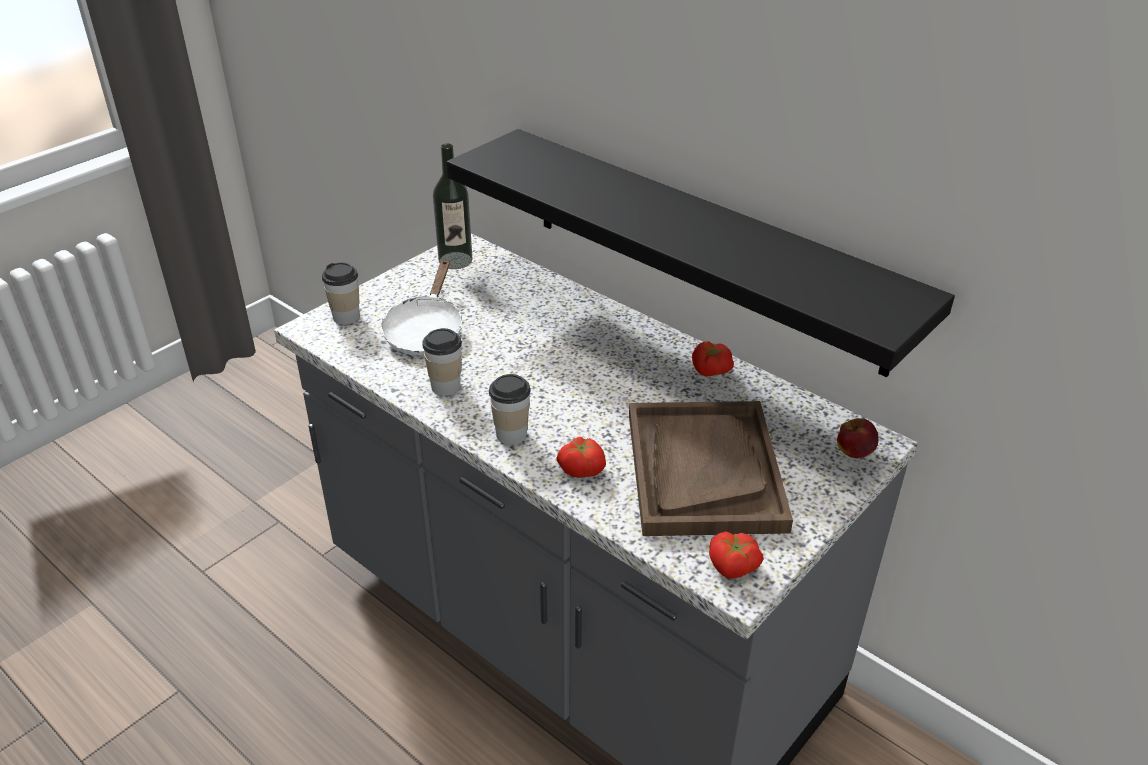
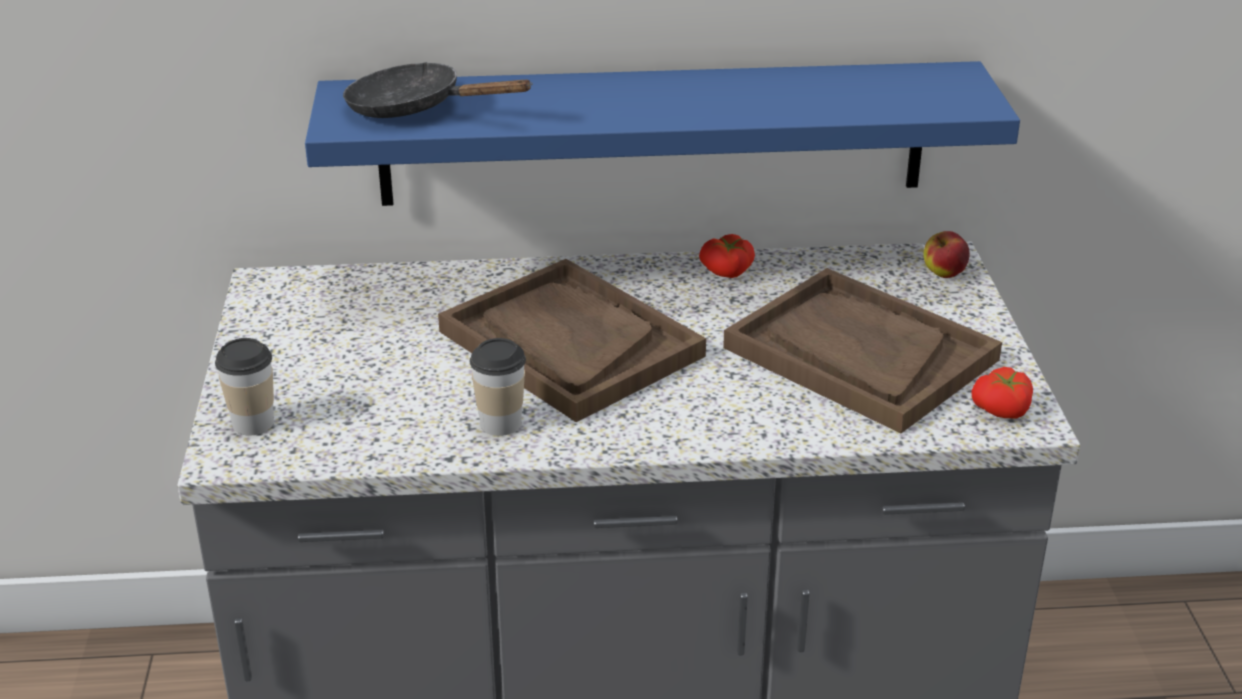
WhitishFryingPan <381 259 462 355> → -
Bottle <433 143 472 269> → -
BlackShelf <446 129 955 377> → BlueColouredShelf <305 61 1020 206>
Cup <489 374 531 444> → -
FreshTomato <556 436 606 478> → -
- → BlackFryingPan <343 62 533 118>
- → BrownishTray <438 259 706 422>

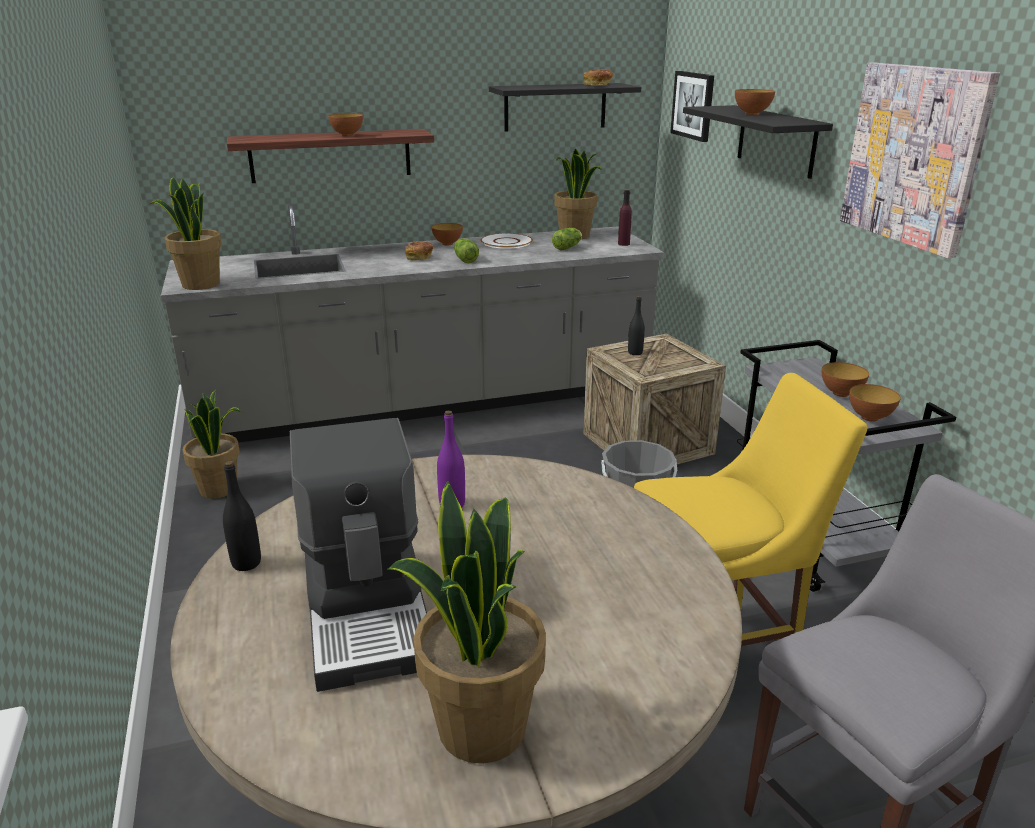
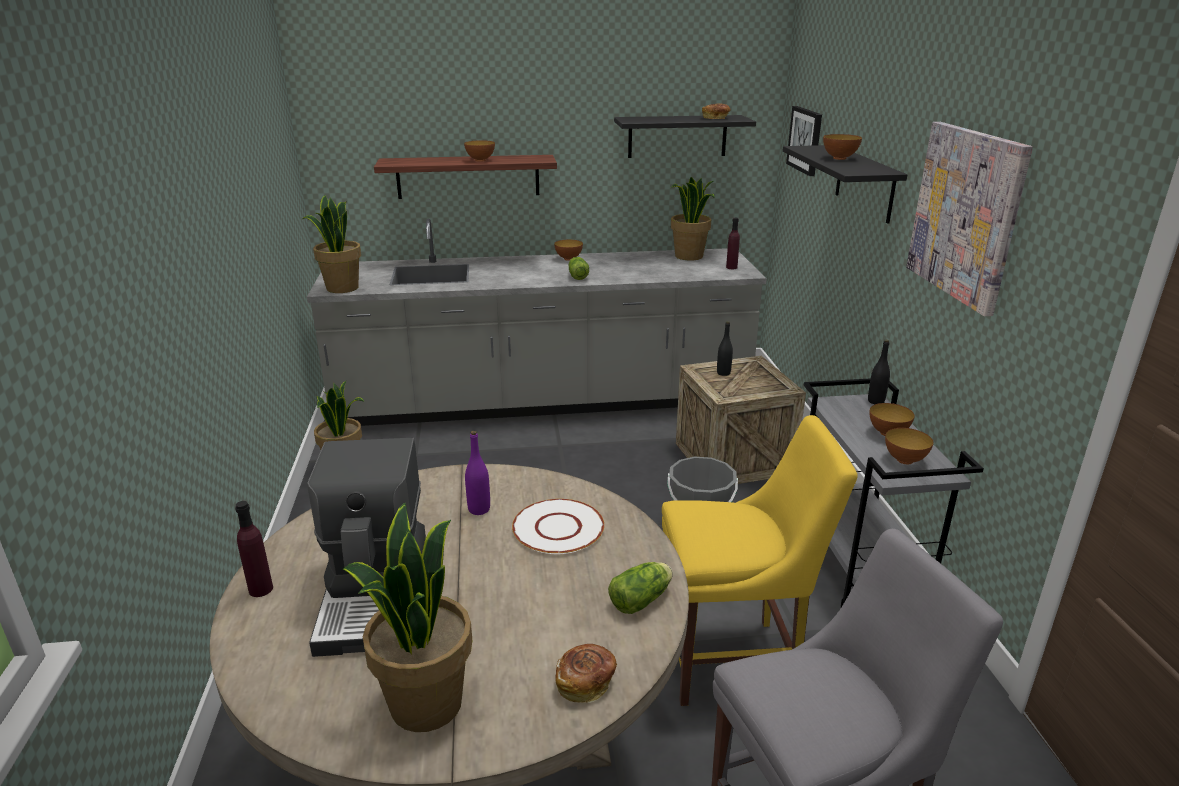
BlackBottle <223 461 261 571> → BlackBottle <868 340 890 404>, relocated
Bread <405 241 434 260> → Bread <555 644 617 703>, relocated
WhitishDinnerPlate <480 233 533 249> → WhitishDinnerPlate <512 499 604 554>, relocated
LettuceHead <552 228 582 250> → LettuceHead <608 562 673 614>, relocated
- → PurpleColouredBottle <235 501 273 597>

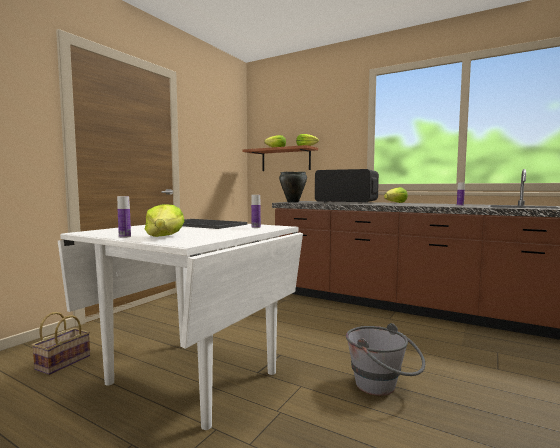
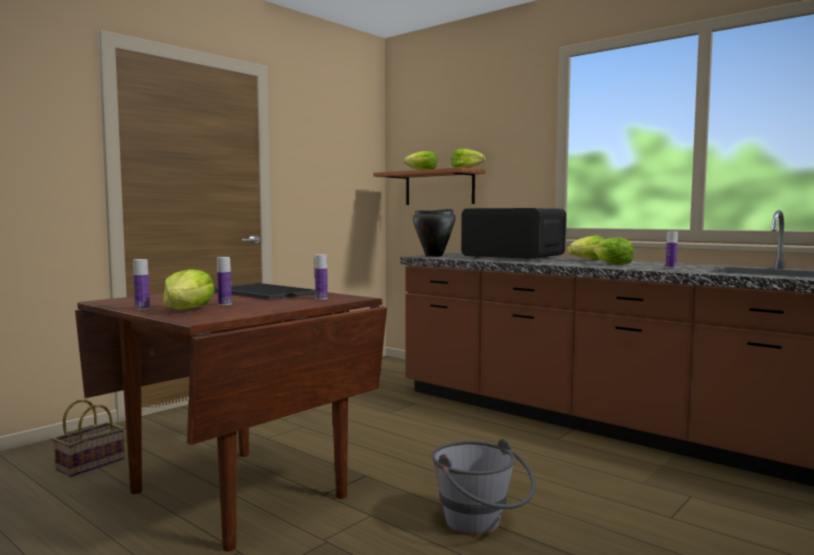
WhitishDiningTable <58 224 303 430> → BrownishDiningTable <75 292 387 552>
- → Bottle <217 257 232 306>
- → LettuceHead <593 238 634 265>

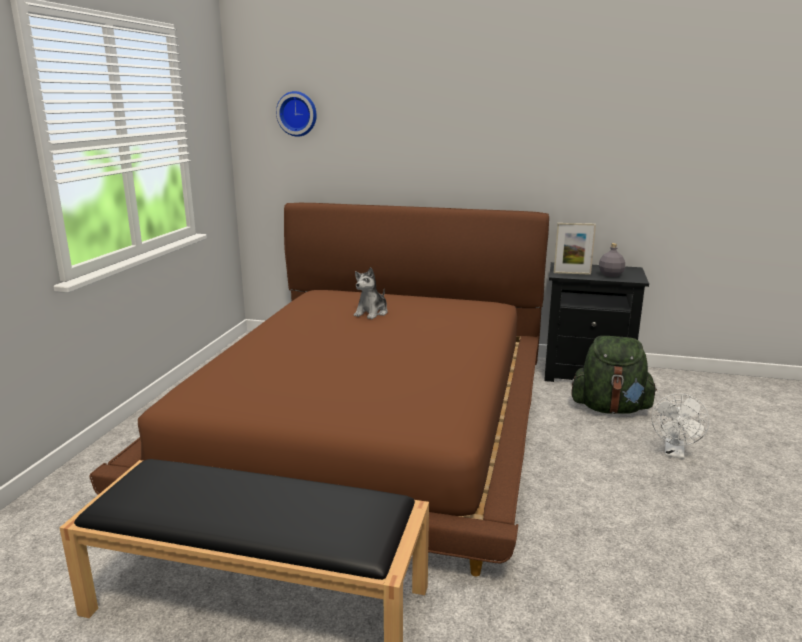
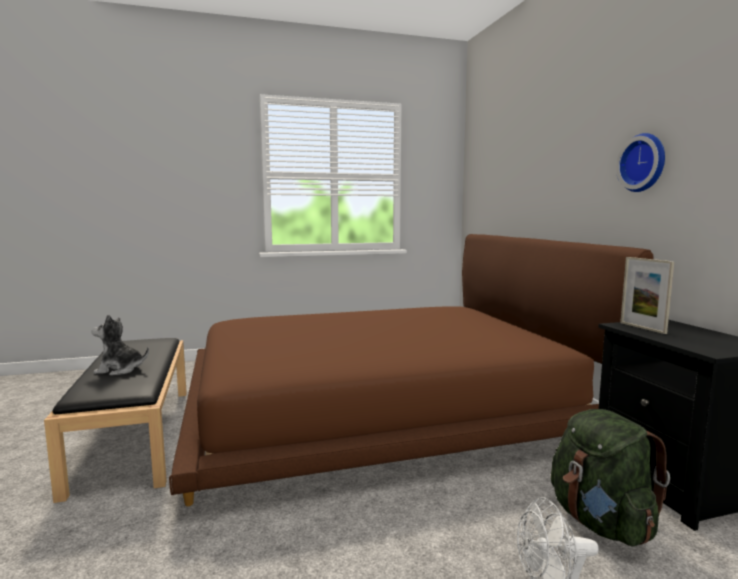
ClockOnTheWall <276 91 317 137> → ClockOnTheWall <616 133 665 192>, relocated
SoftToy <354 267 388 319> → SoftToy <91 314 149 376>, relocated
GreyBottle <599 243 625 277> → -

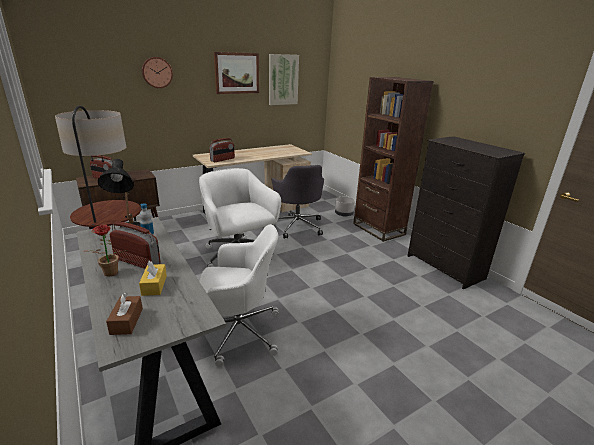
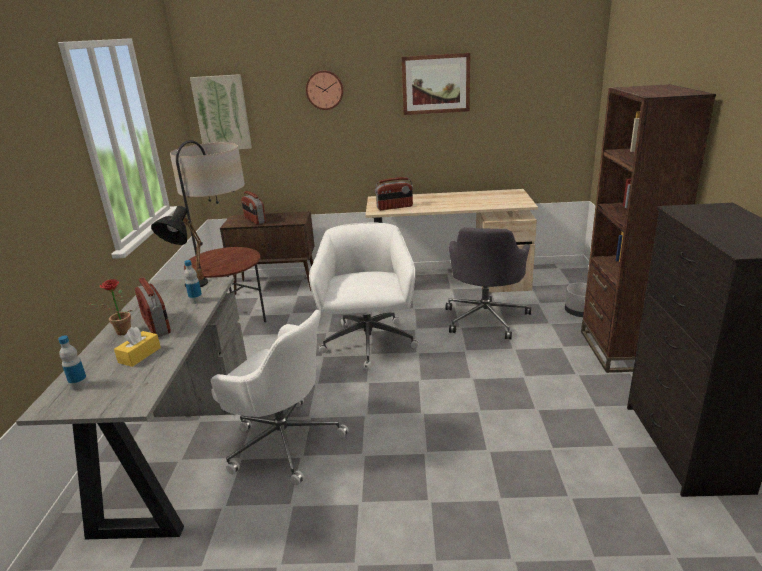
BrownishBoxOfTissues <106 292 143 335> → Bottle <58 335 88 390>
WallArt <269 54 299 105> → WallArt <190 74 252 149>, relocated

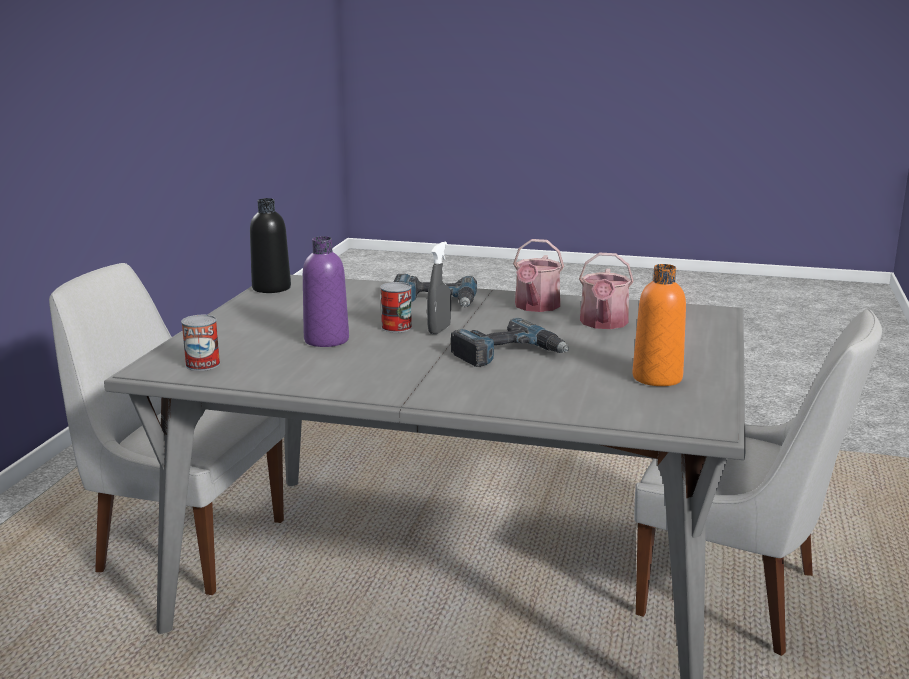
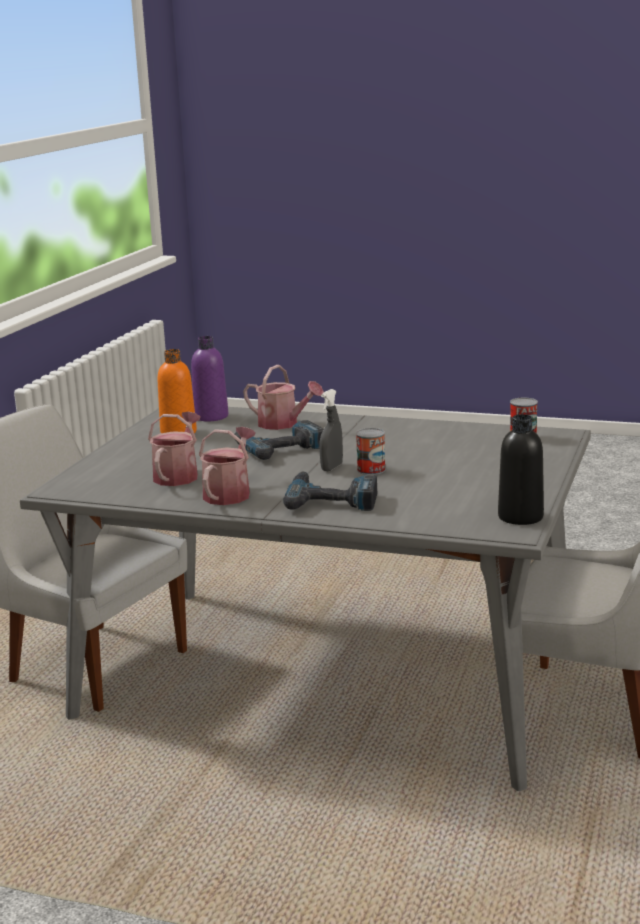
PurpleColouredBottle <303 236 349 347> → PurpleColouredBottle <191 336 228 422>, relocated
- → SprinklingCan <243 365 324 430>

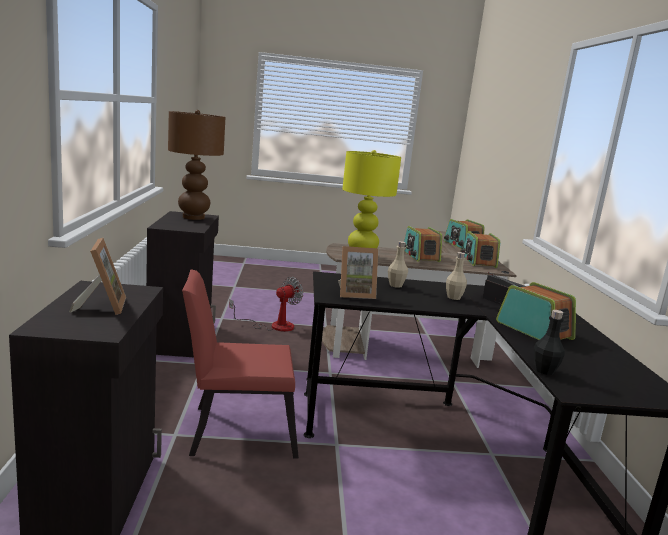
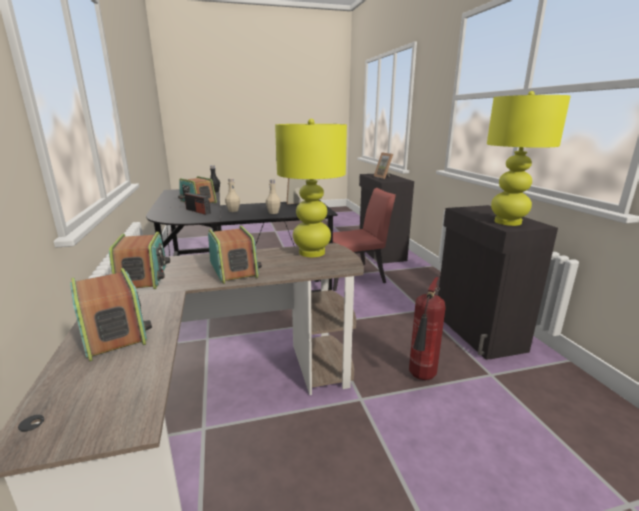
BrownishTableLamp <168 110 225 220> → YellowishTableLamp <487 91 571 226>
ElectricFan <229 277 304 332> → FireFightingCylinder <409 277 446 380>

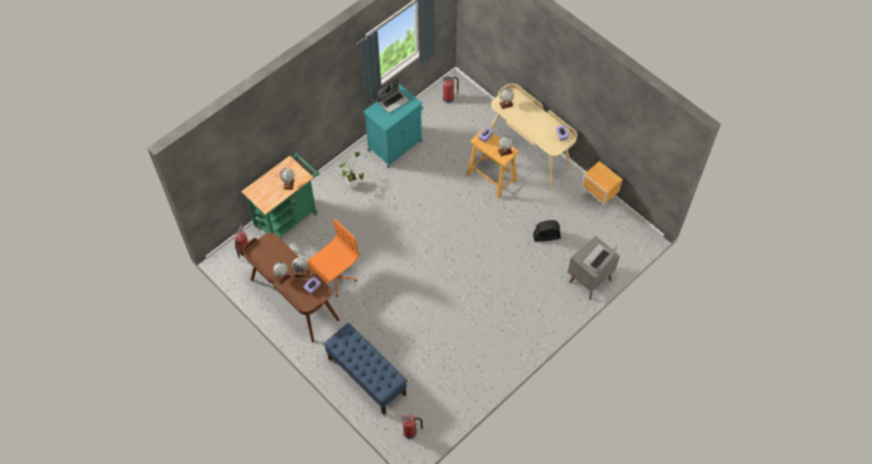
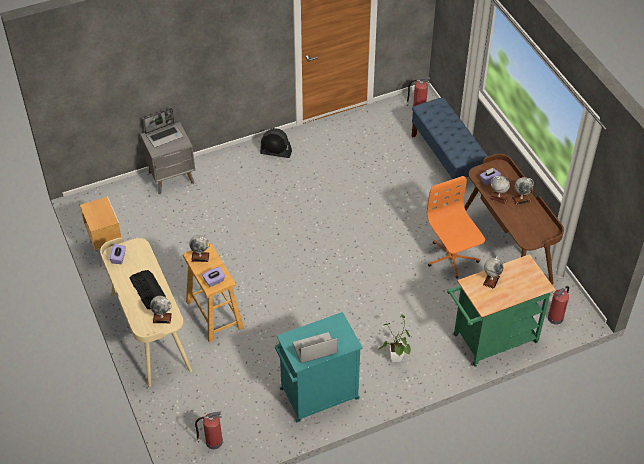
OrangeyOfficeChair <307 220 359 297> → OrangeyOfficeChair <427 176 485 279>, 90 degrees clockwise
BlackElectricFan <533 220 561 242> → BlackElectricFan <260 128 292 158>, relocated
- → Keyboard <130 270 166 309>

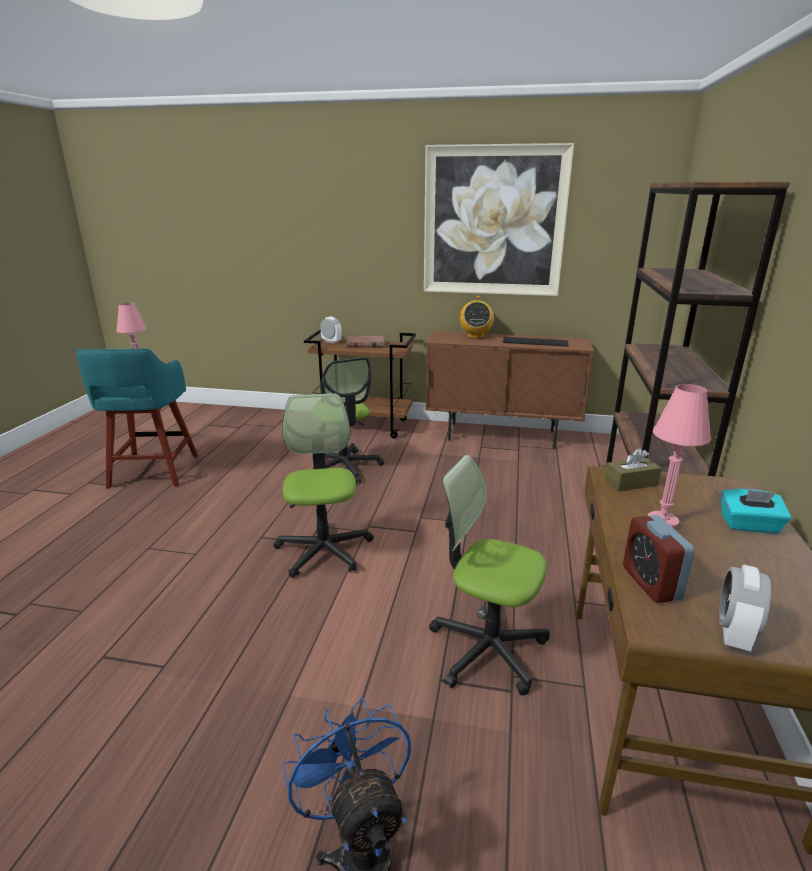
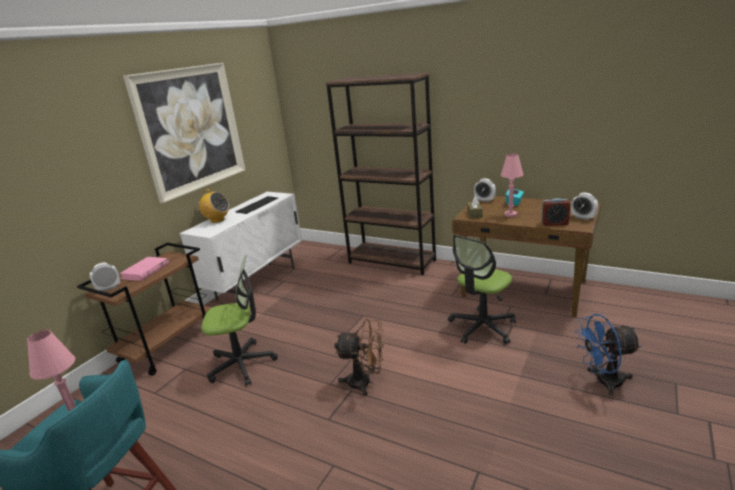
OfficeChair <273 393 374 578> → BrownishElectricFan <334 318 384 396>
BrownishVolume <346 335 386 348> → PinkVolume <120 257 169 281>
BrownishStorageCabinet <425 331 594 449> → WhitishStorageCabinet <180 192 302 301>
- → TableClock <474 178 496 202>

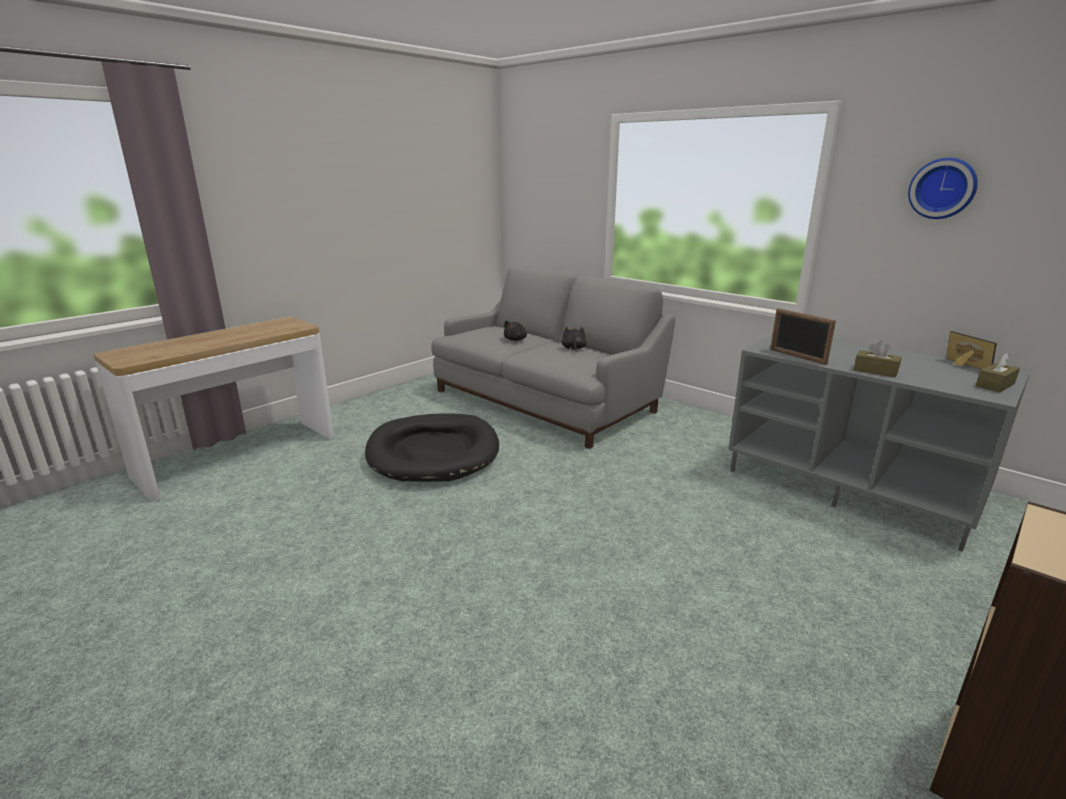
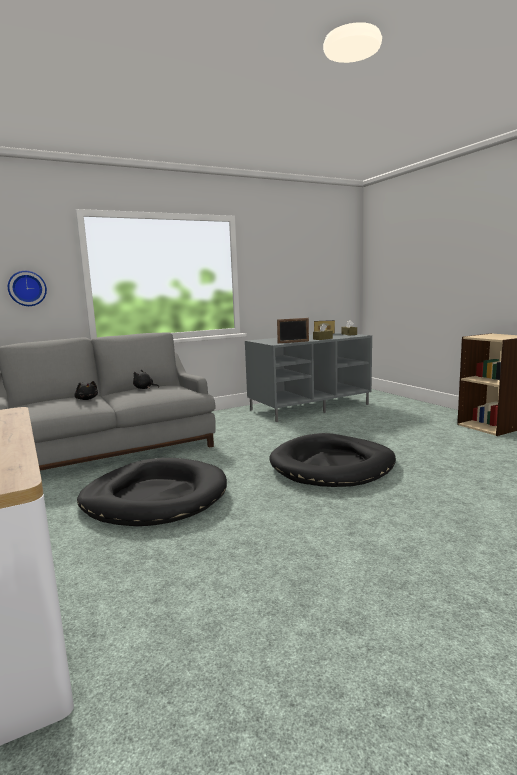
ClockOnTheWall <908 158 978 219> → ClockOnTheWall <8 271 47 306>, relocated
- → BlackDogBed <269 433 396 487>

